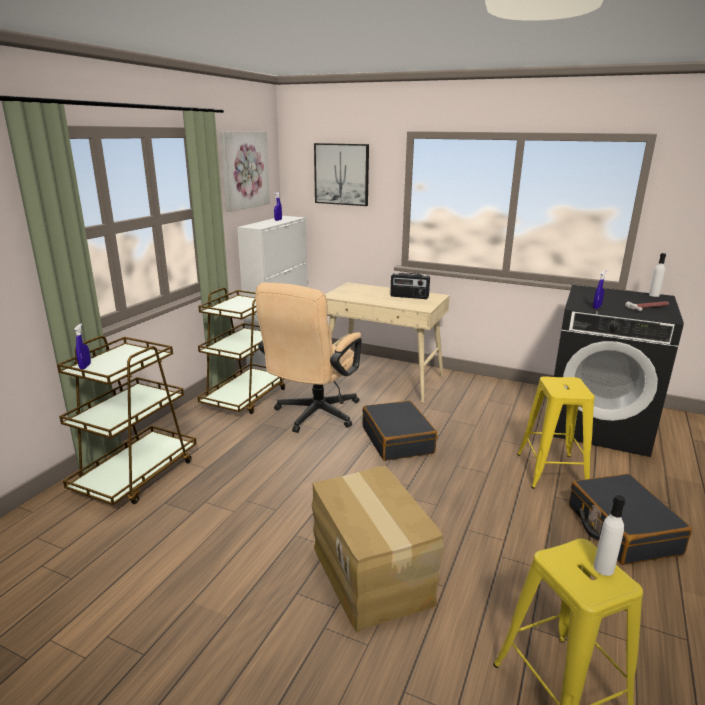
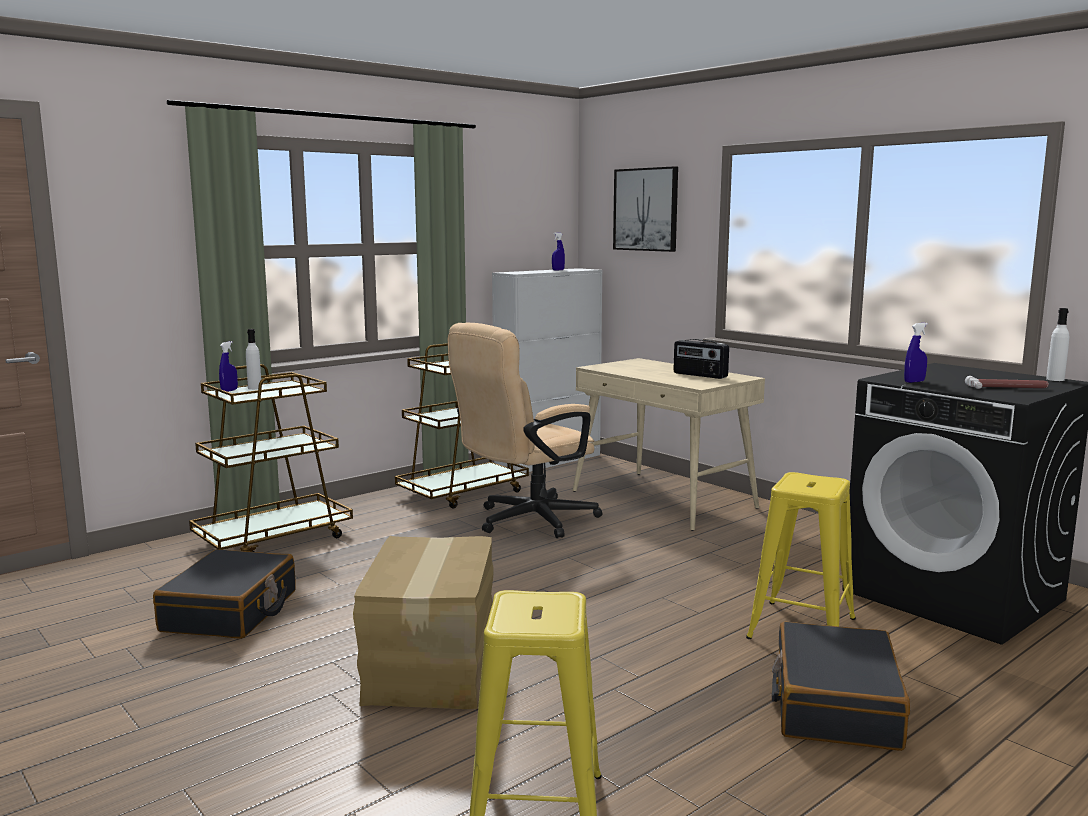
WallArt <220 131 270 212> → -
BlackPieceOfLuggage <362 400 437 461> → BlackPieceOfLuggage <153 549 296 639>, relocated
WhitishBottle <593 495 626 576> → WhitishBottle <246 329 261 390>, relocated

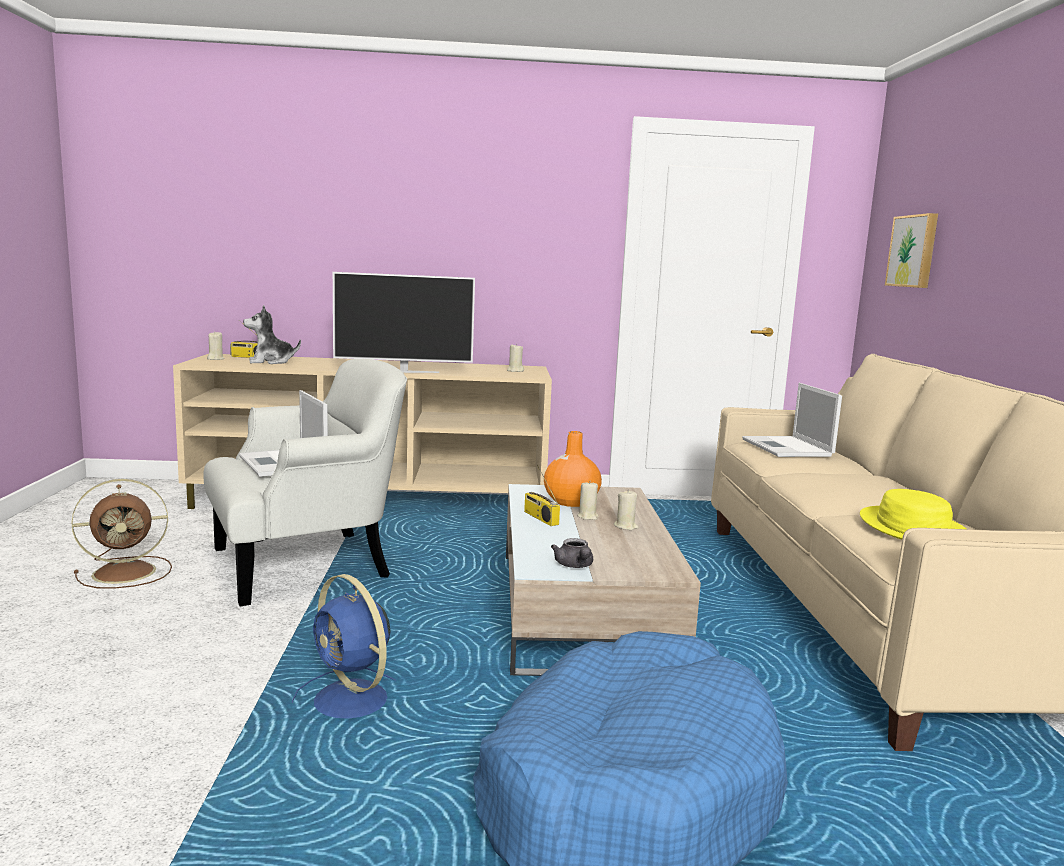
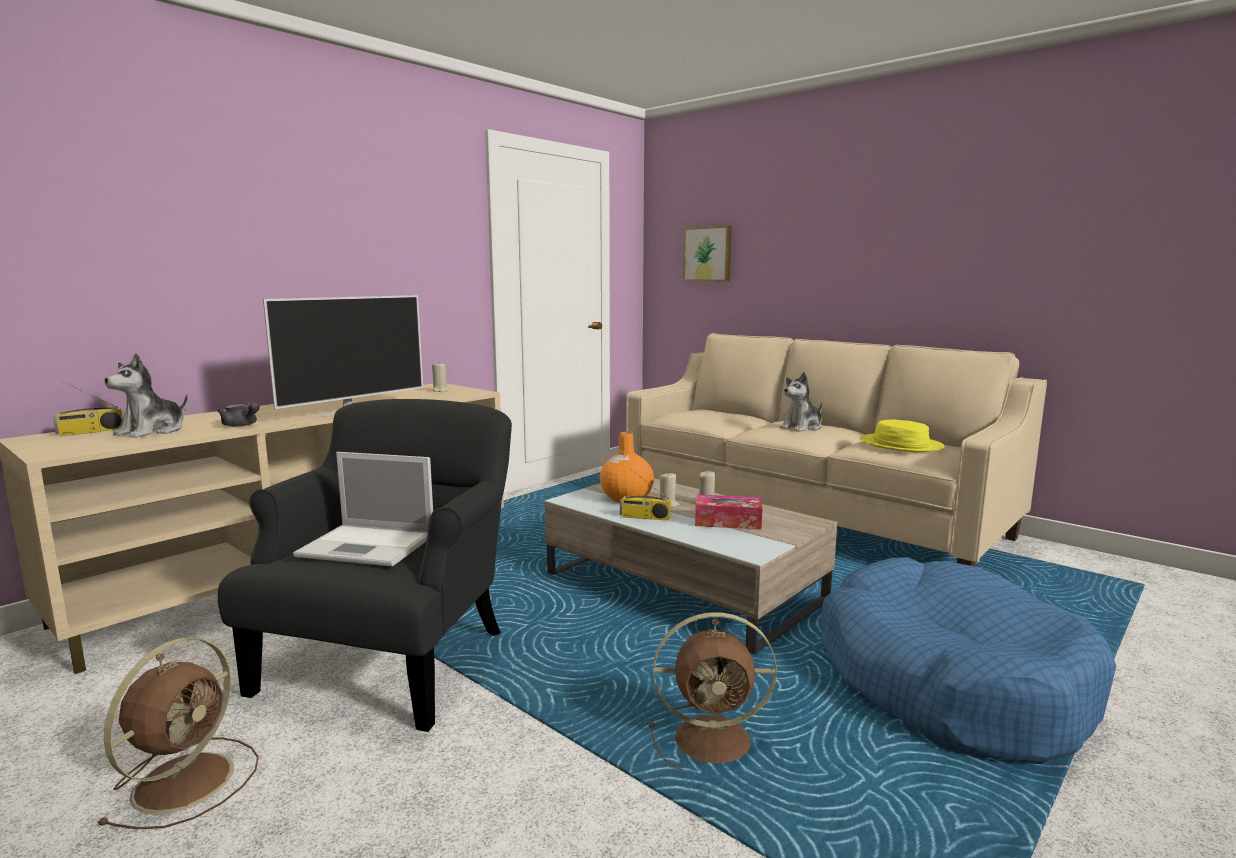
WhitishLoungeChair <203 359 407 606> → BlackLoungeChair <218 399 512 732>
BeigeWaxLight <207 331 225 360> → -
BlueColouredElectricFan <292 574 395 719> → BrownishElectricFan <649 612 777 772>
GreyPotForTea <551 538 593 568> → GreyPotForTea <217 402 260 427>, relocated
PortableComputer <742 383 842 457> → -
- → BoxOfTissues <695 494 762 530>
- → SoftToy <780 372 822 432>

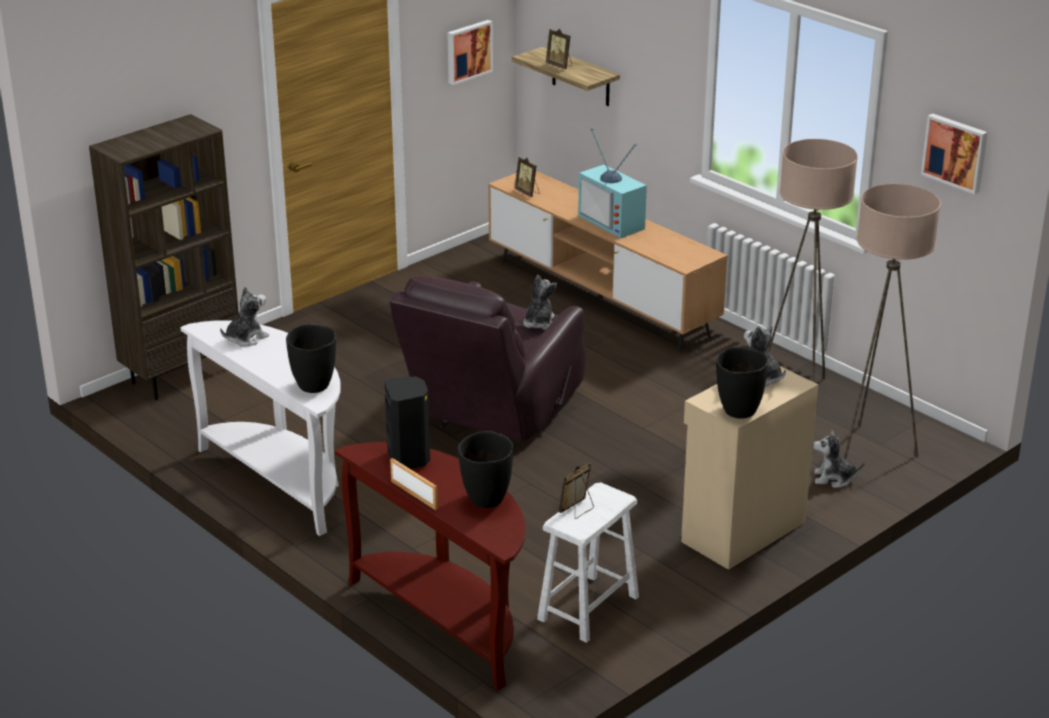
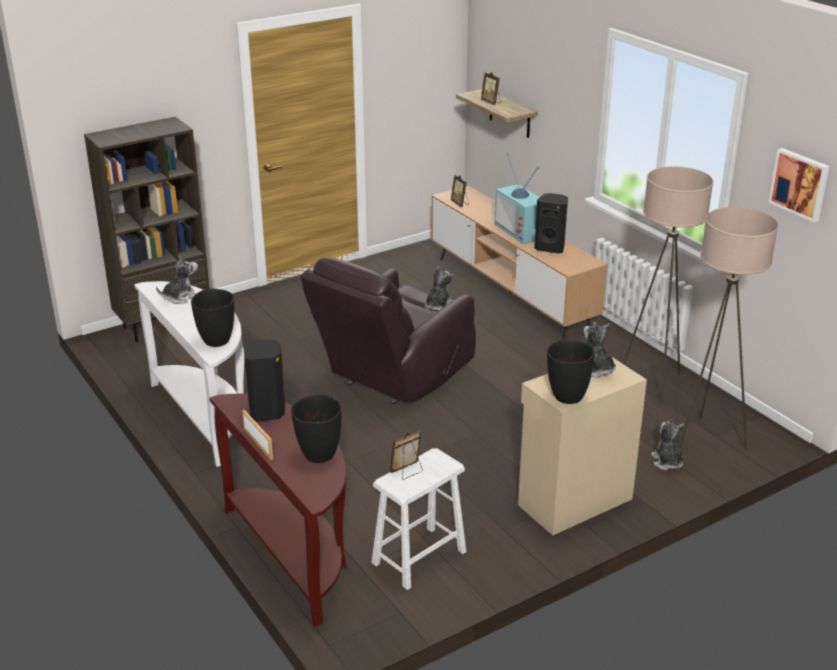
WallArt <447 20 493 85> → -
SoftToy <813 430 865 488> → SoftToy <651 421 684 470>, 60 degrees clockwise
- → BlackLoudspeaker <534 193 568 254>

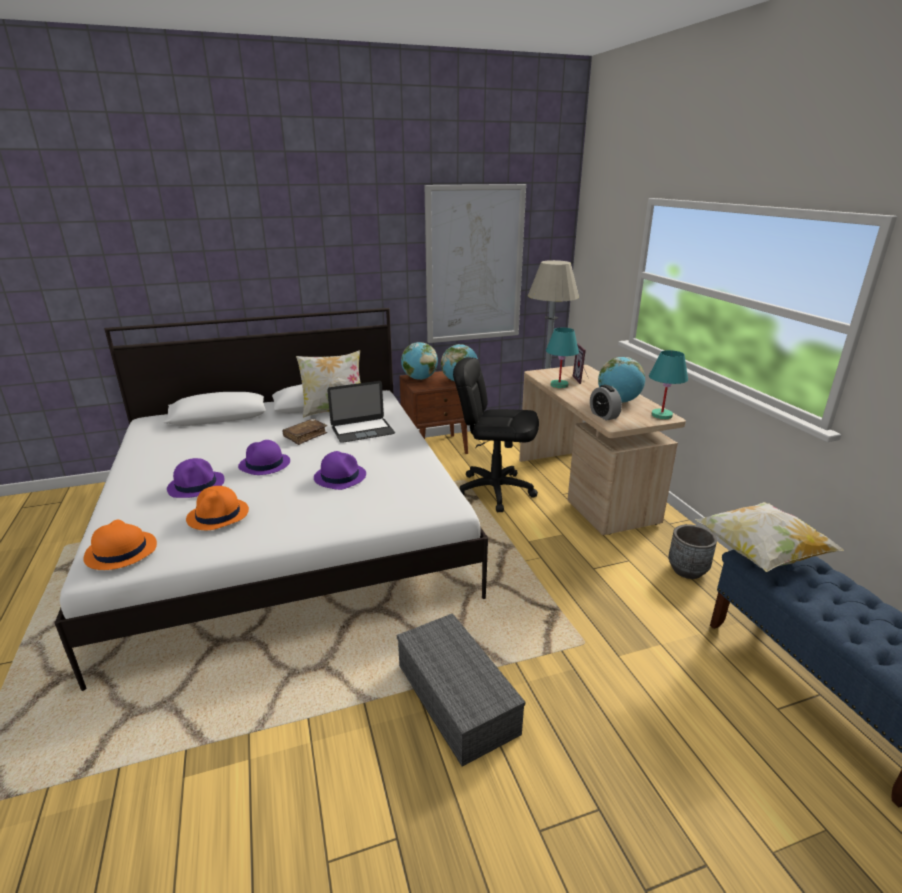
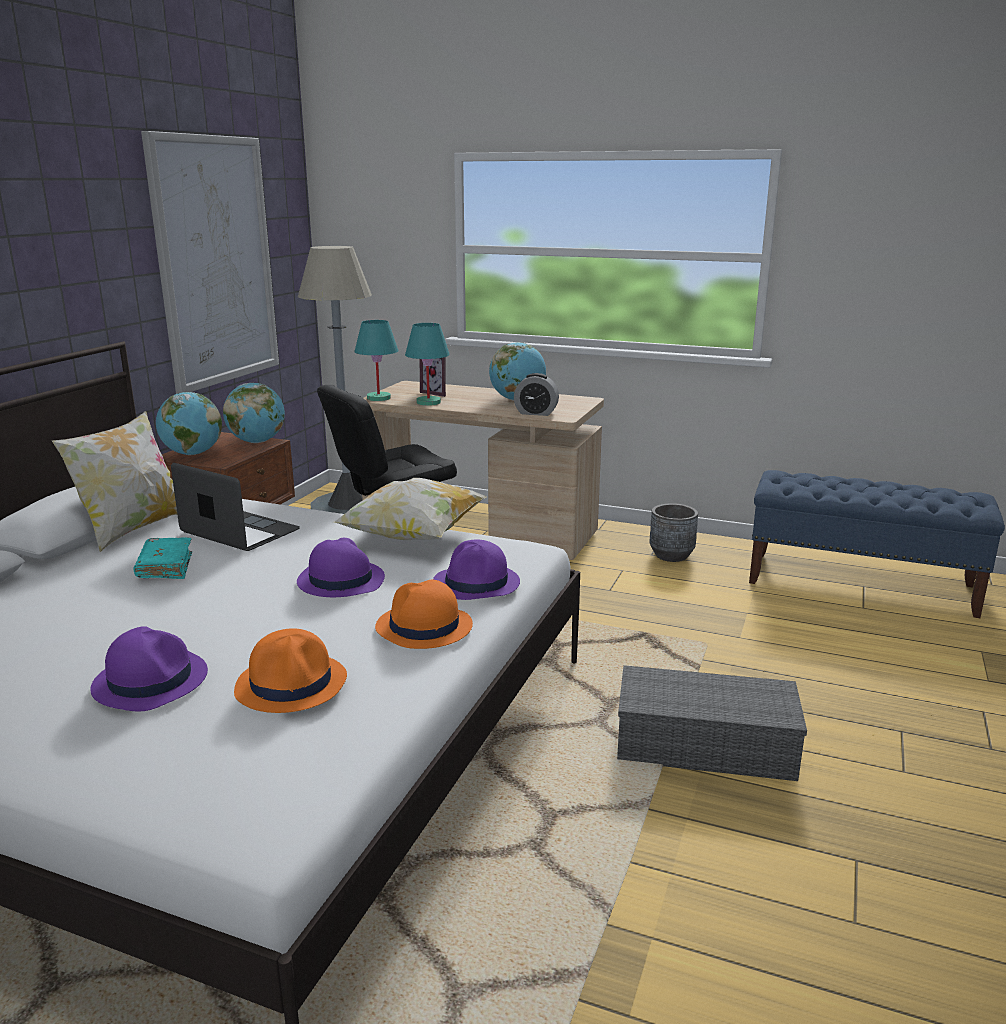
OrangeyClothingHat <83 520 157 570> → OrangeyClothingHat <375 580 473 649>, relocated
PurpleColouredClothingHat <238 440 290 475> → PurpleColouredClothingHat <433 540 520 600>, relocated
BrownishVolume <283 419 327 445> → TurquoiseColouredVolume <133 537 192 579>
PortableComputer <327 381 395 443> → PortableComputer <171 463 300 551>, 75 degrees counterclockwise
TurquoiseColouredTableLamp <649 350 688 419> → TurquoiseColouredTableLamp <354 320 399 401>, relocated
ThrowPillow <694 502 844 572> → ThrowPillow <332 478 487 540>, relocated

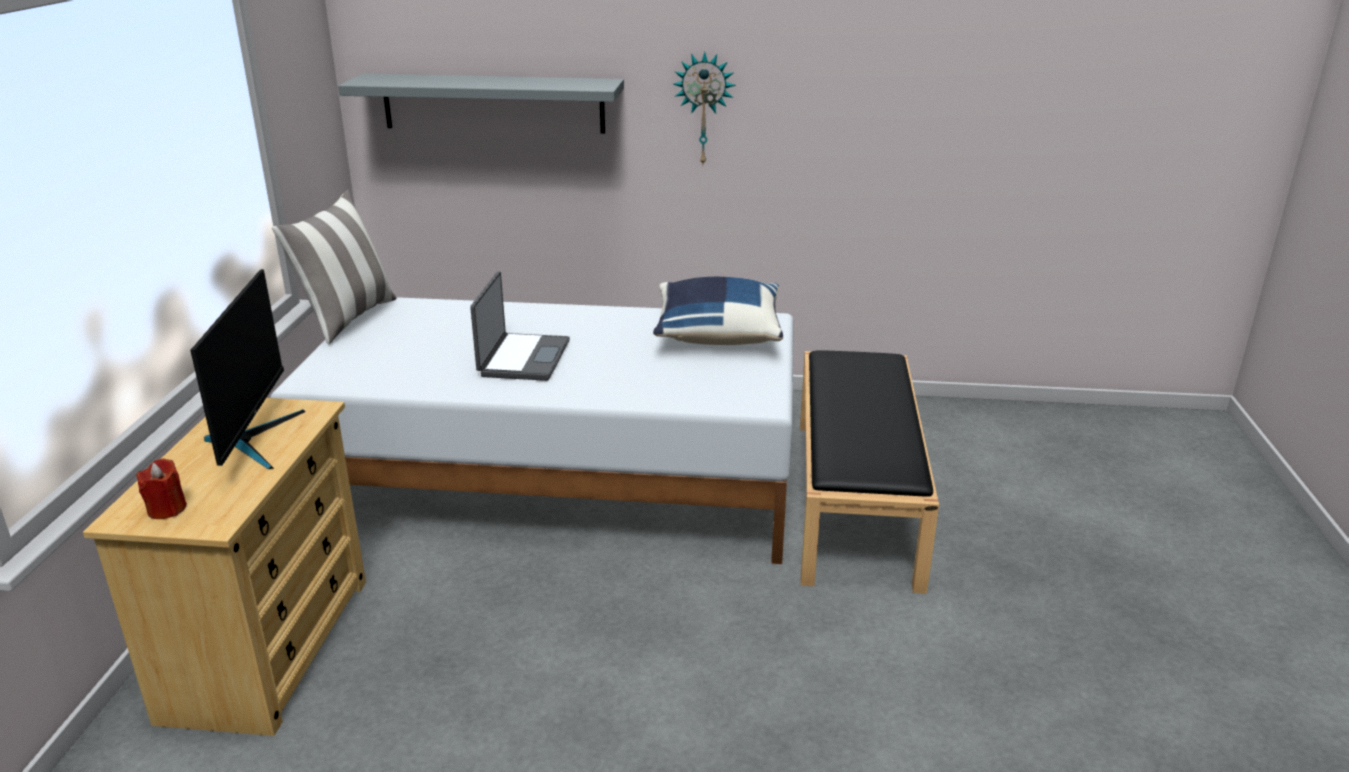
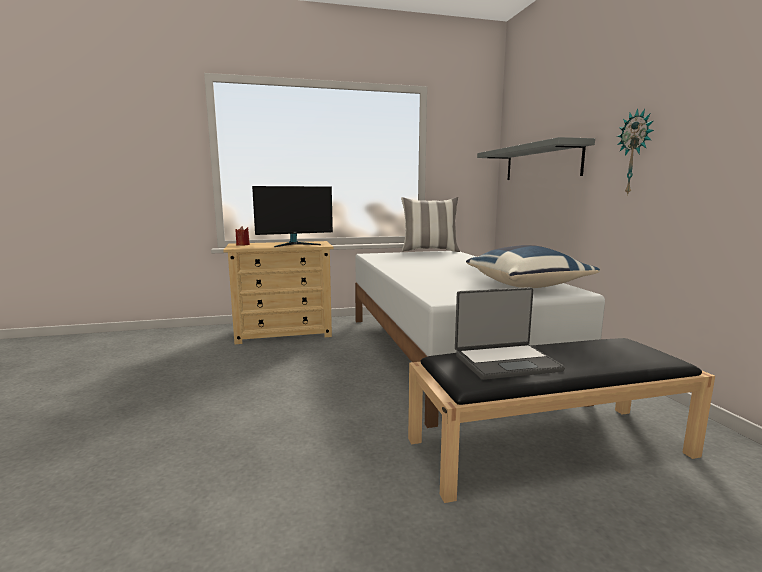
PortableComputer <470 272 570 381> → PortableComputer <455 287 565 380>, relocated

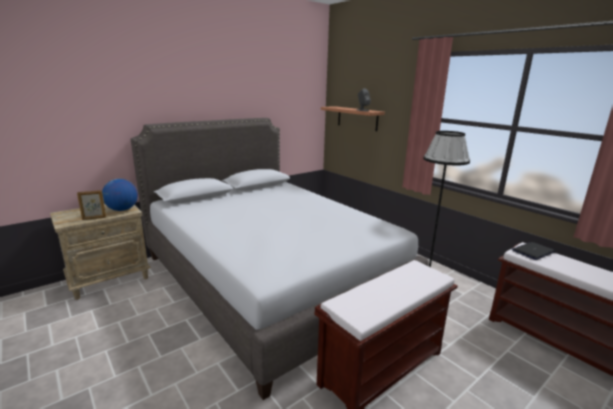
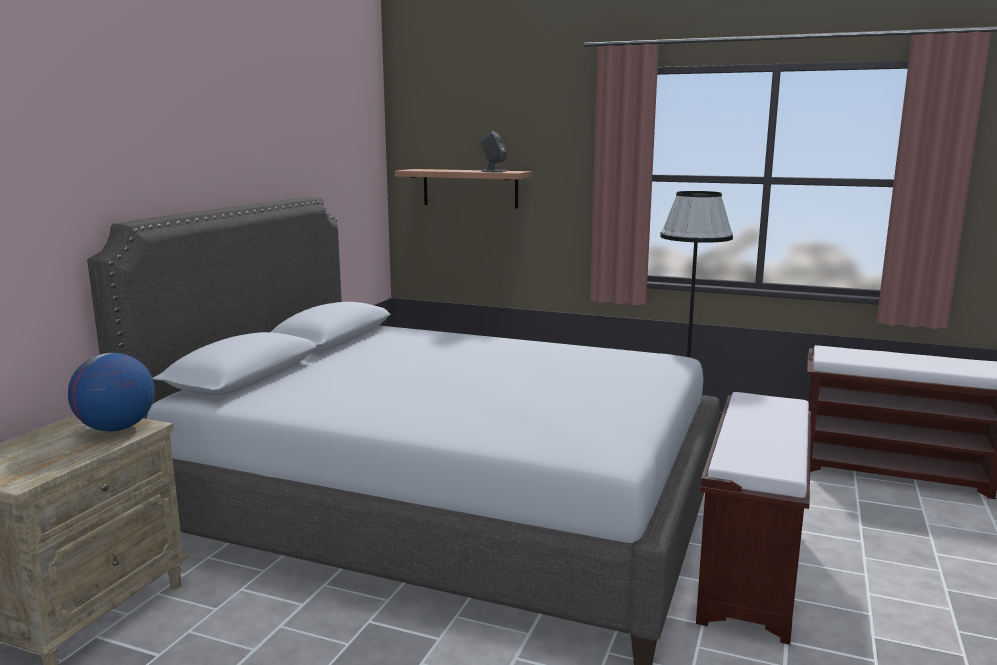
StandingFrame <77 190 106 220> → -
PortableComputer <512 242 555 260> → -

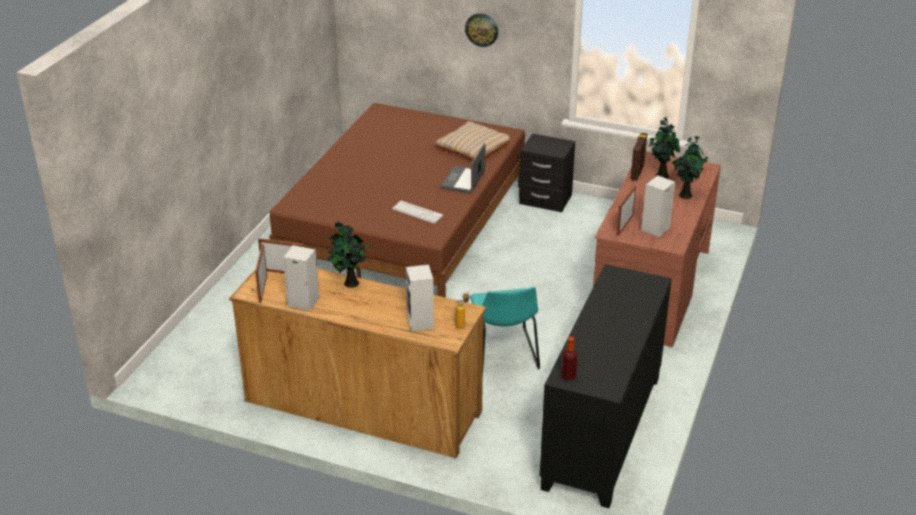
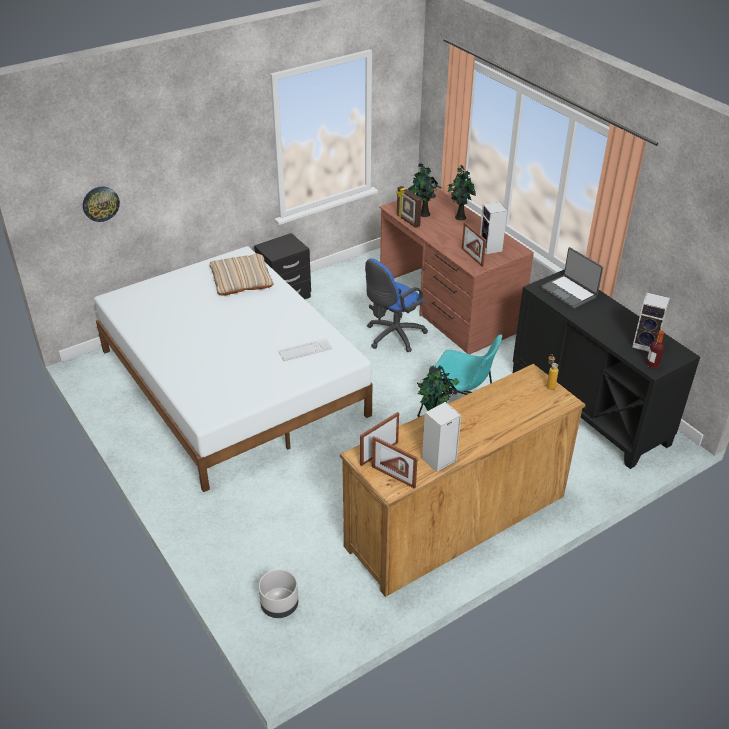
BrownishBedroomBed <269 103 525 298> → WhitishBedroomBed <94 246 372 492>
Loudspeaker <406 265 434 332> → Loudspeaker <632 293 670 352>, relocated
PortableComputer <441 143 486 194> → PortableComputer <541 247 603 309>, relocated
ClockOnTheWall <465 13 498 47> → ClockOnTheWall <83 187 120 222>, relocated
- → GreyPlanter <259 569 298 618>
- → BlueColouredOfficeChair <365 258 428 352>

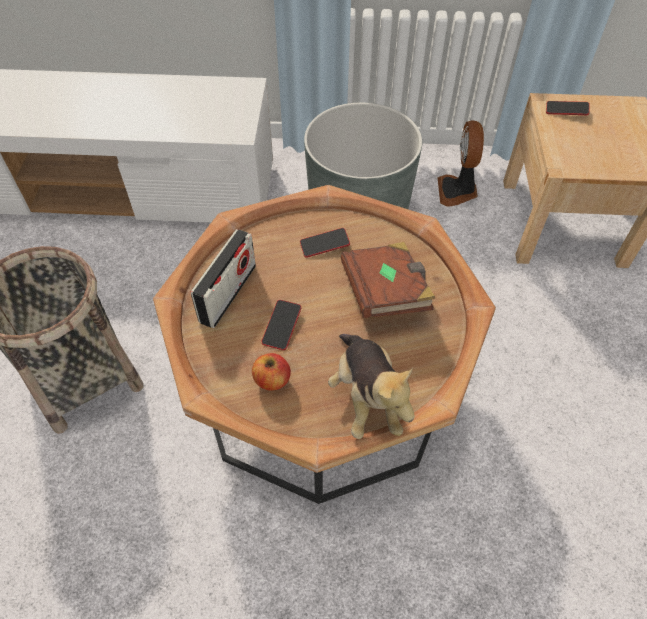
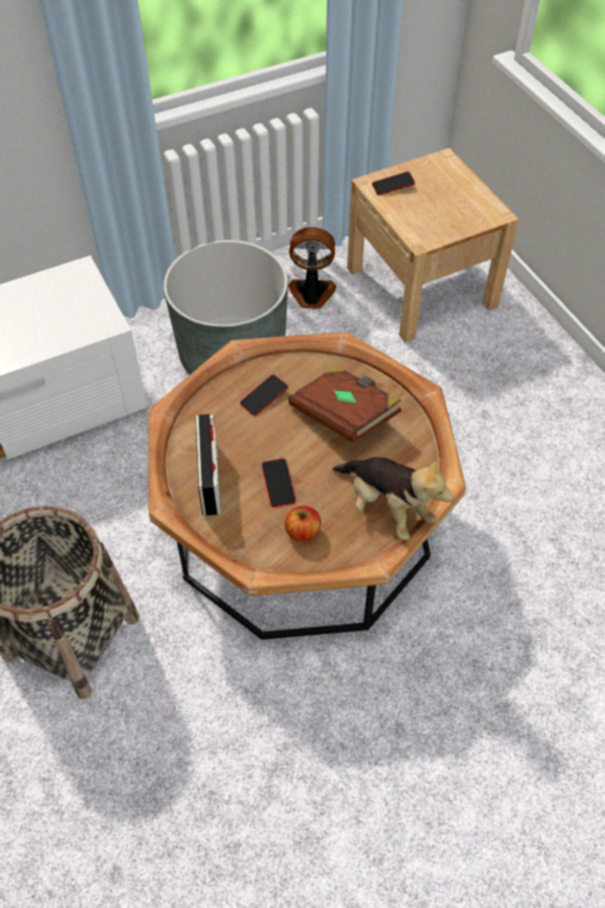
ElectricFan <438 120 484 207> → ElectricFan <288 227 336 309>, 120 degrees clockwise

